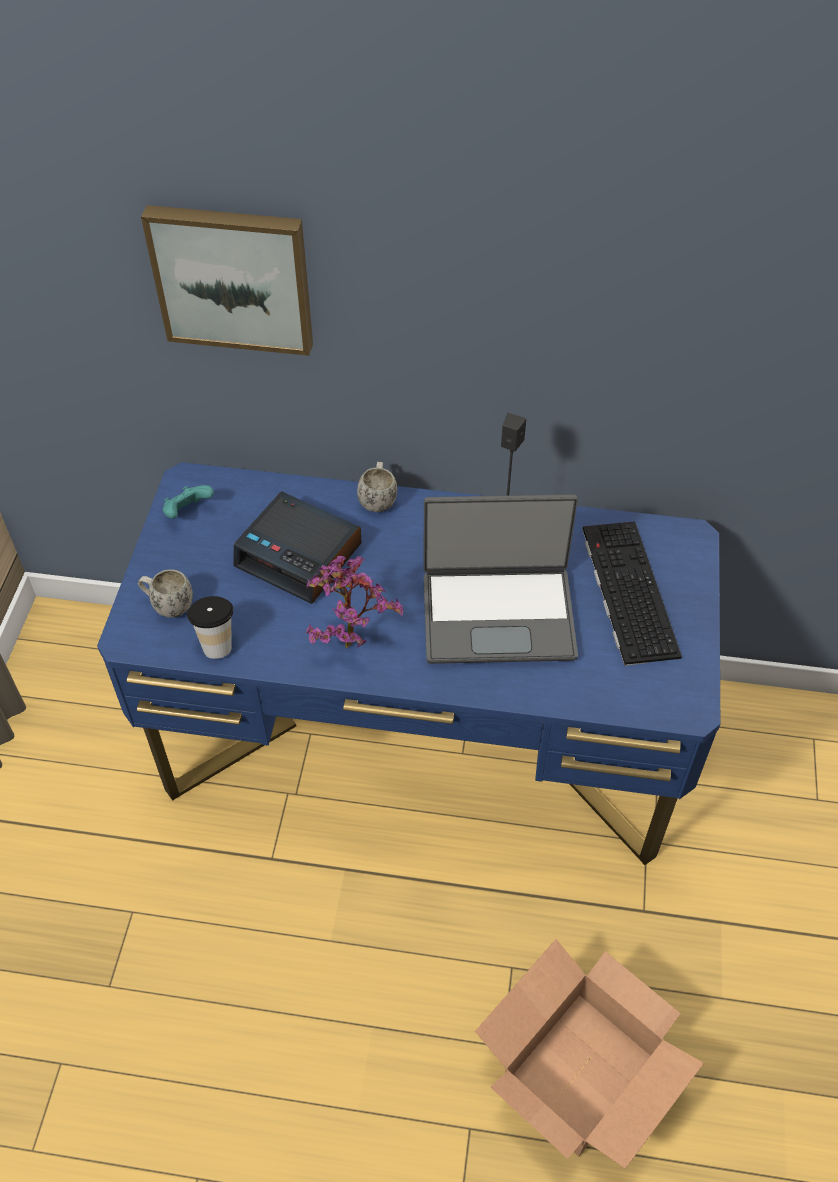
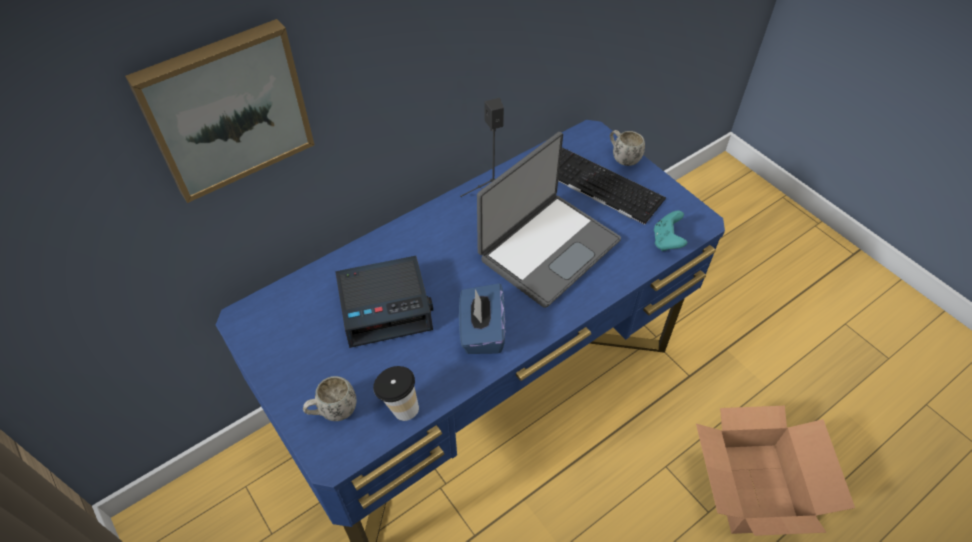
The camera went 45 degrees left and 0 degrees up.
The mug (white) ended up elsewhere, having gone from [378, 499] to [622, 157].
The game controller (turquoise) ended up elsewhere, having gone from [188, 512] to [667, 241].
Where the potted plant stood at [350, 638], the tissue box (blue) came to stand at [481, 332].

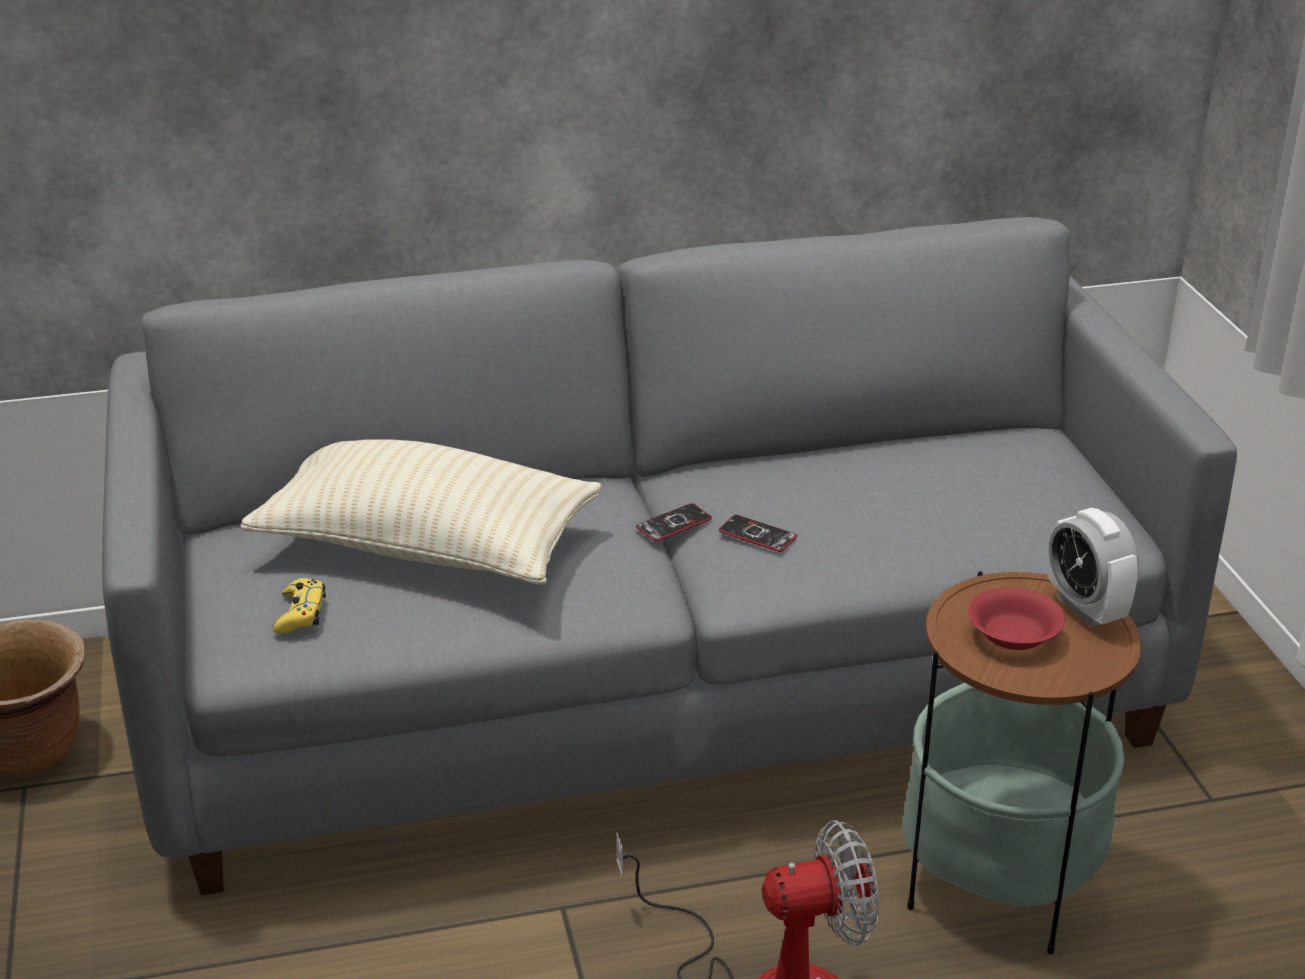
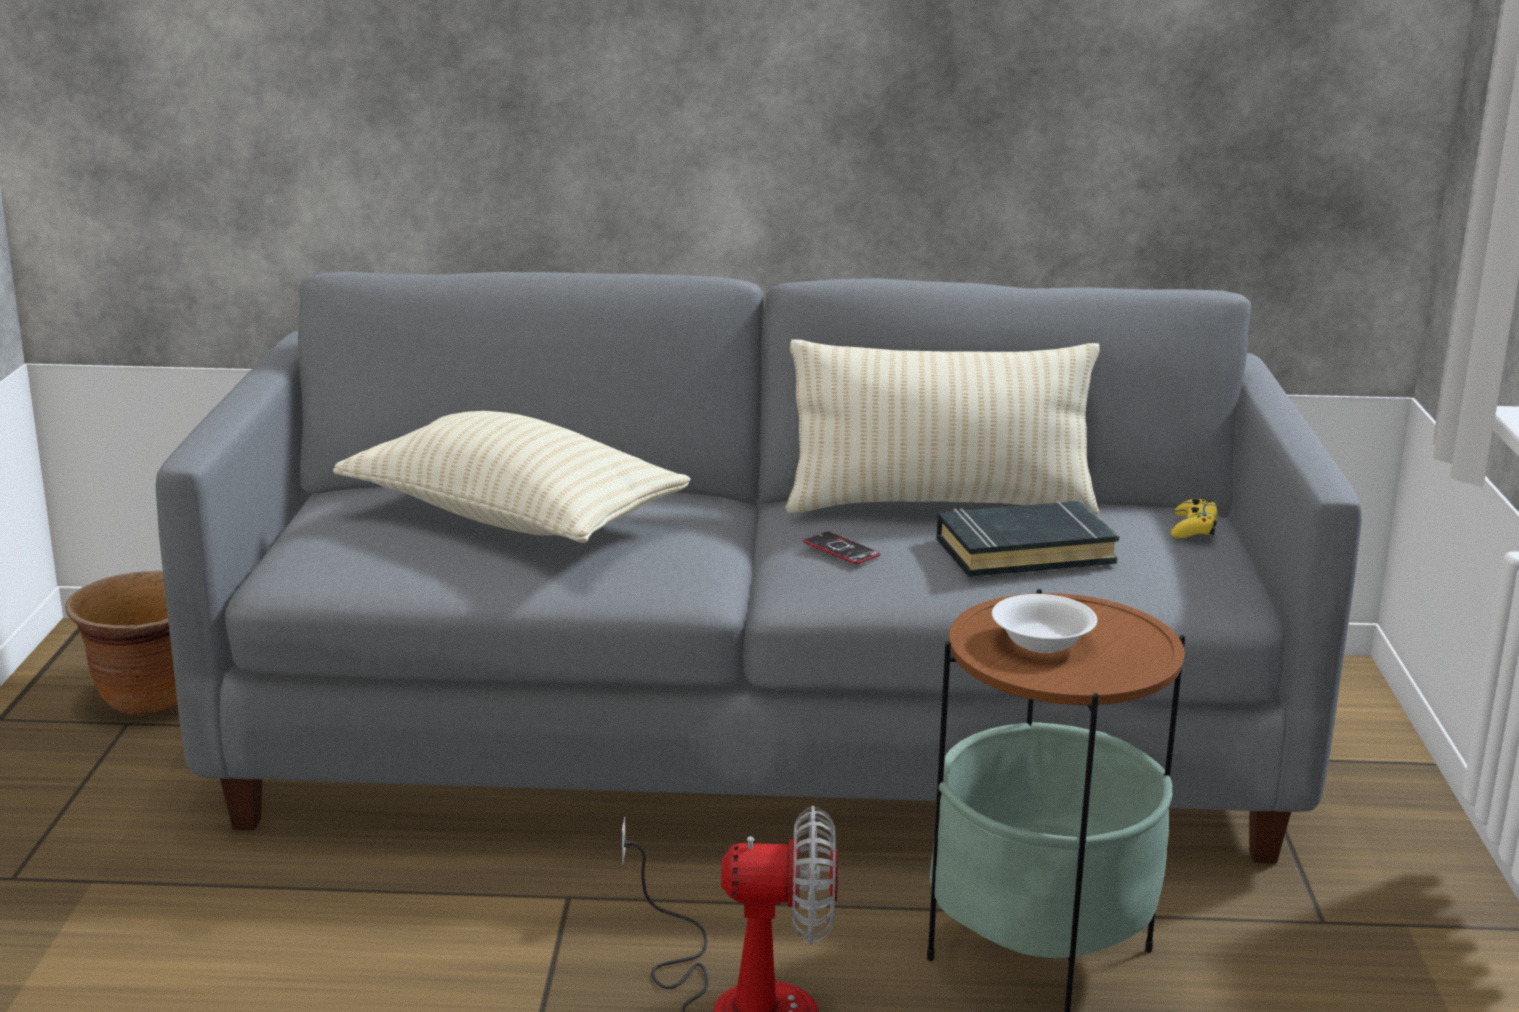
The camera went 15 degrees right and 10 degrees down.
The second view lost the phone at [674, 524].
The second view lost the alarm clock at [1085, 608].
The game controller (yellow) ended up elsewhere, having gone from [300, 614] to [1193, 528].
What was the bowl (red) at [1014, 636] turned into the bowl (white) at [1043, 642].
The second view gained the pillow (beige) at [940, 506].
The second view gained the book (black) at [1024, 551].

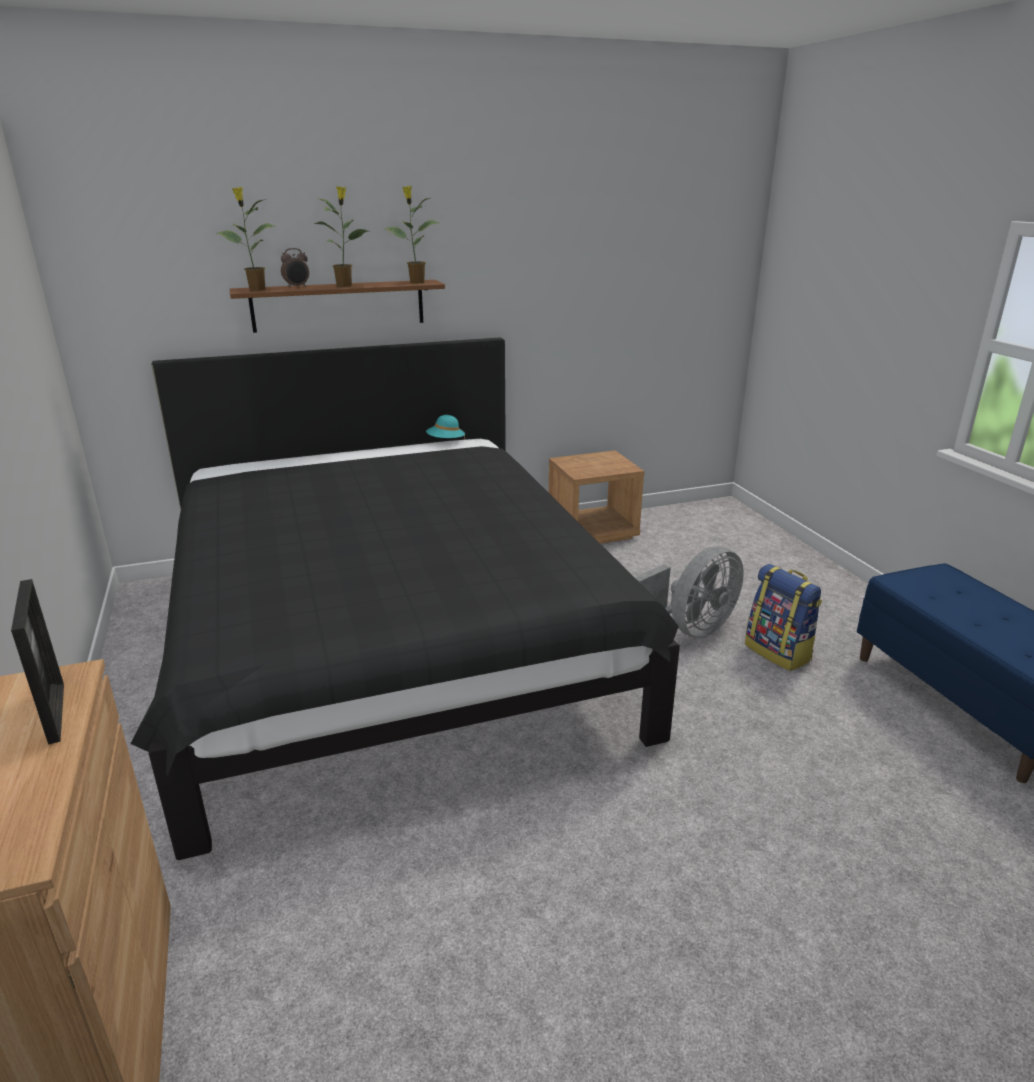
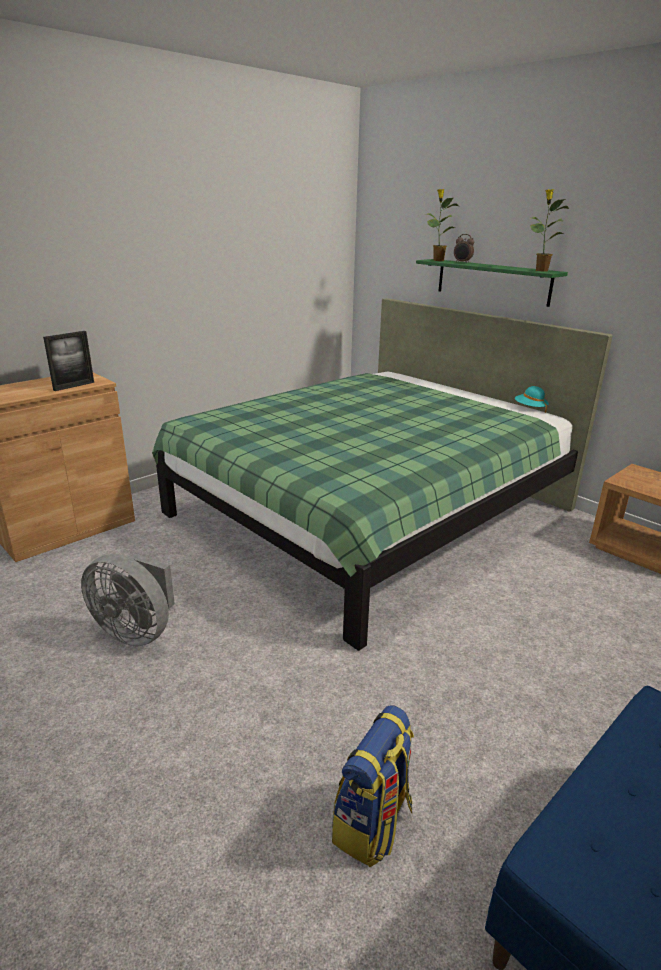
The camera went 65 degrees right and 0 degrees up.
The second view lost the potted plant at [345, 285].
What was the shelf (brown) at [338, 305] turned into the shelf (green) at [492, 281].
What was the bed (black) at [390, 645] turned into the bed (green) at [369, 511].
The fan (grey) ended up elsewhere, having gone from [691, 629] to [136, 631].
The backpack ended up elsewhere, having gone from [778, 652] to [373, 824].

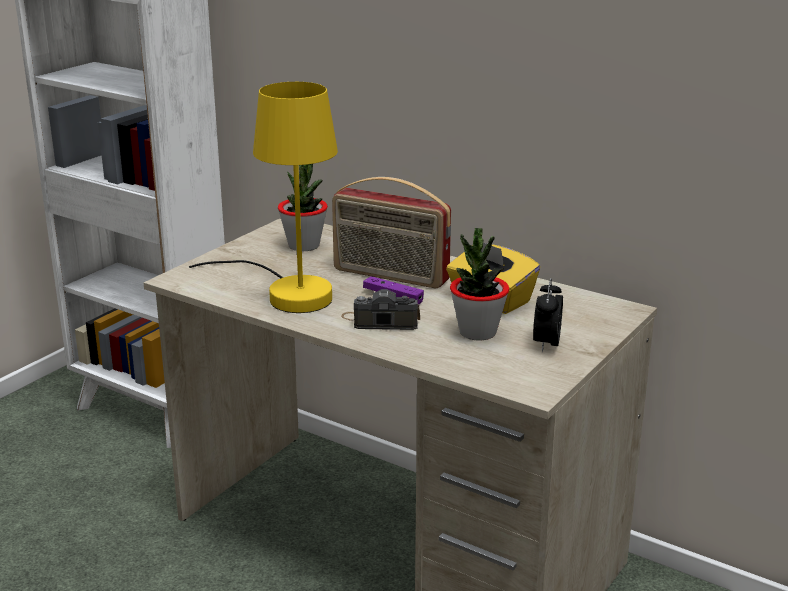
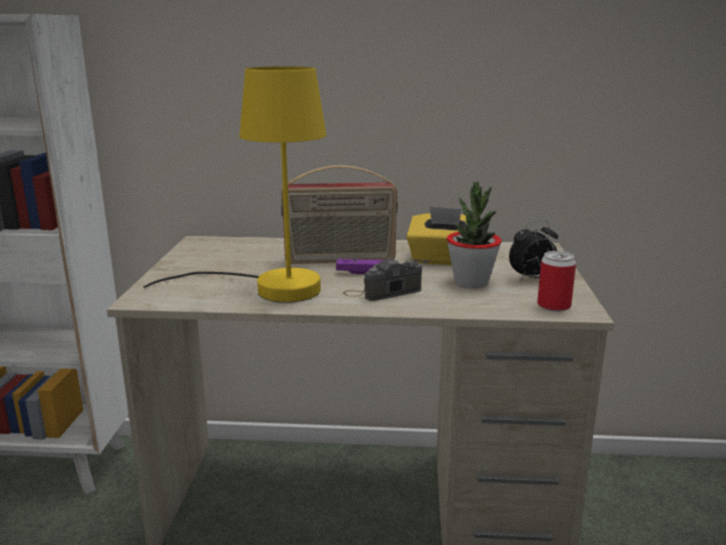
The camera went 30 degrees left and 5 degrees down.
The second view lost the potted plant at [304, 246].
The alarm clock at [546, 344] ended up facing another way, 90 degrees counterclockwise from before.
The second view gained the can at [553, 306].

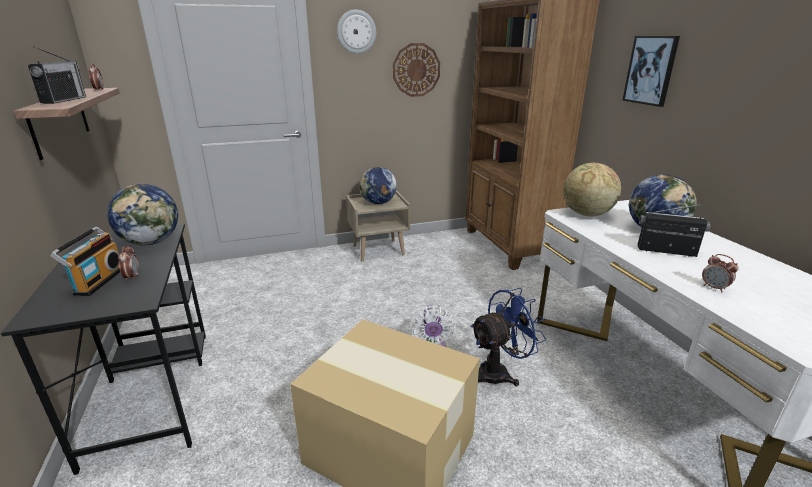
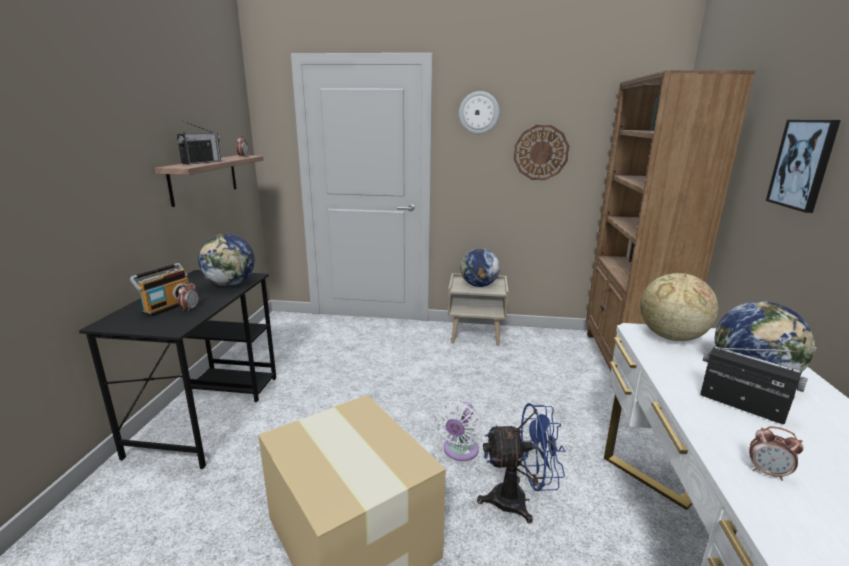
The camera went 25 degrees right and 5 degrees down.
The alarm clock at [714, 288] ended up facing another way, 45 degrees counterclockwise from before.

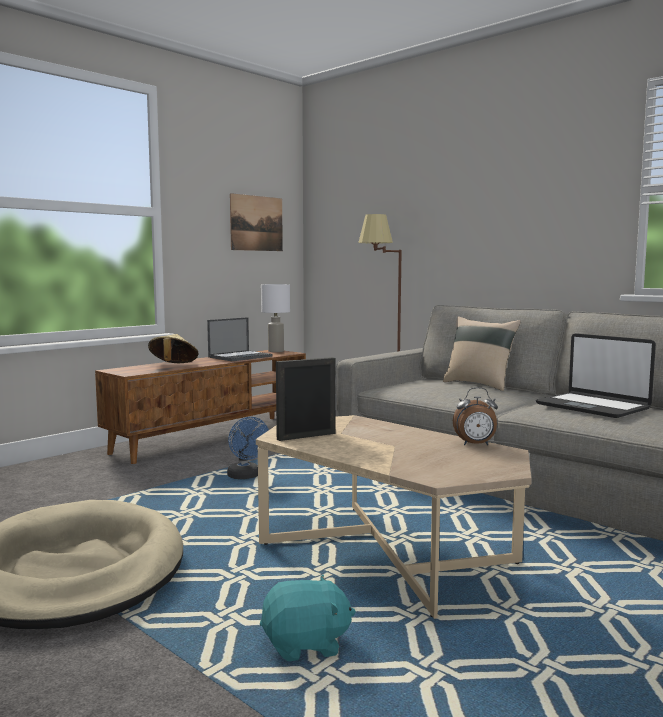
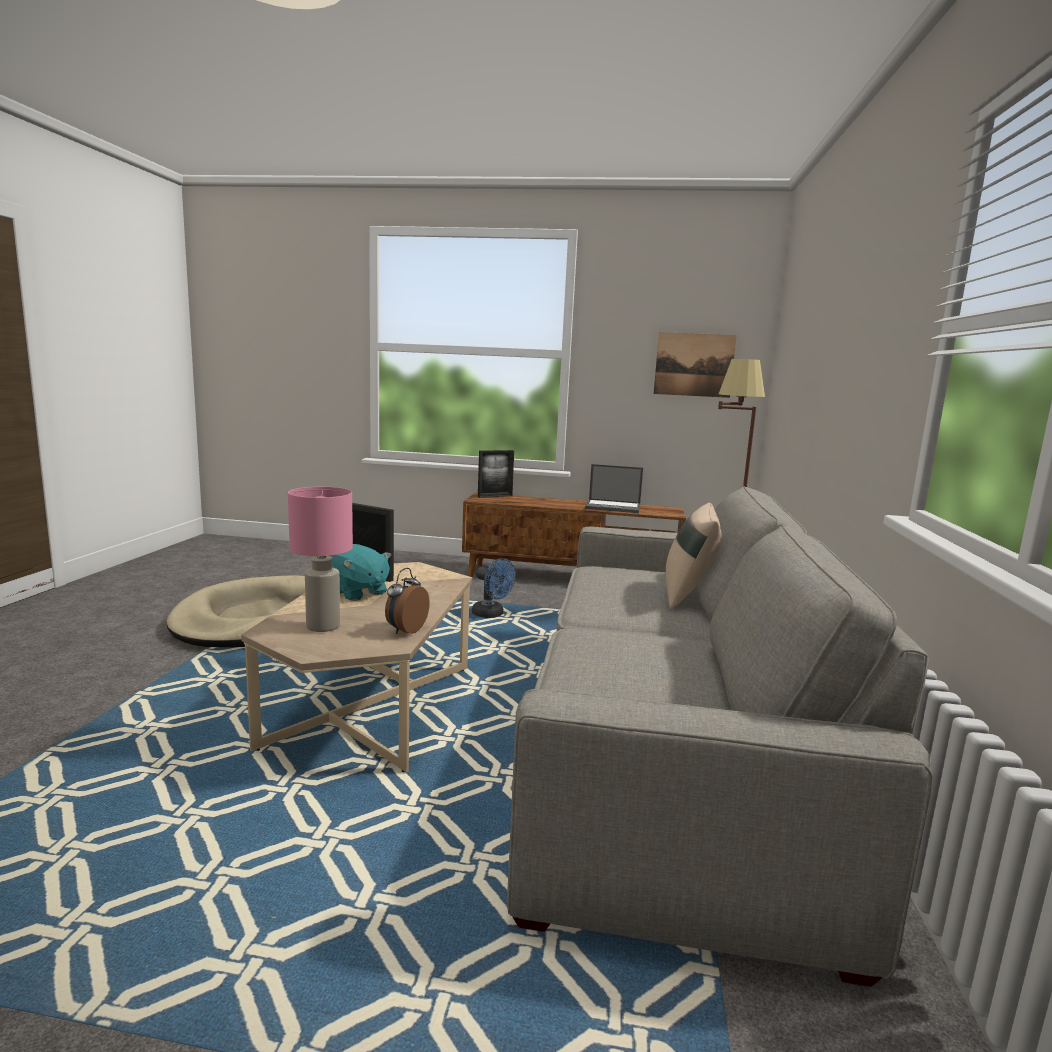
The camera went 55 degrees right and 5 degrees up.
The second view lost the table lamp (white) at [276, 351].
The second view lost the laptop at [593, 406].
The second view lost the hat (beige) at [173, 366].
The alarm clock at [475, 444] ended up facing another way, 60 degrees clockwise from before.
The fan (blue) at [246, 476] ended up facing another way, 75 degrees counterclockwise from before.
The plush toy (turquoise) ended up elsewhere, having gone from [306, 644] to [357, 592].
The second view gained the picture frame at [495, 496].
The second view gained the table lamp (pink) at [324, 626].

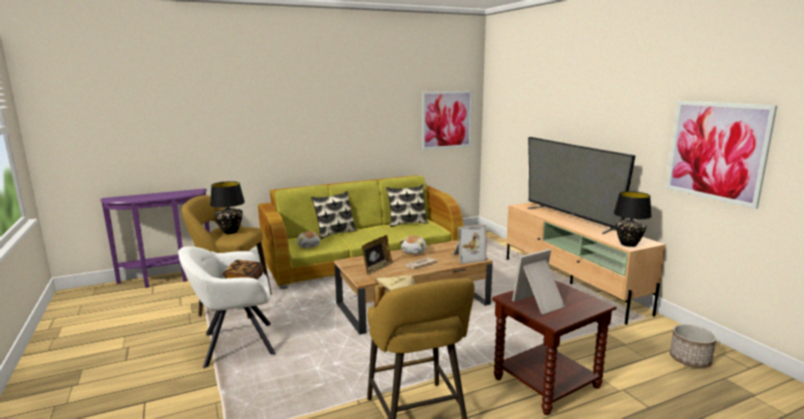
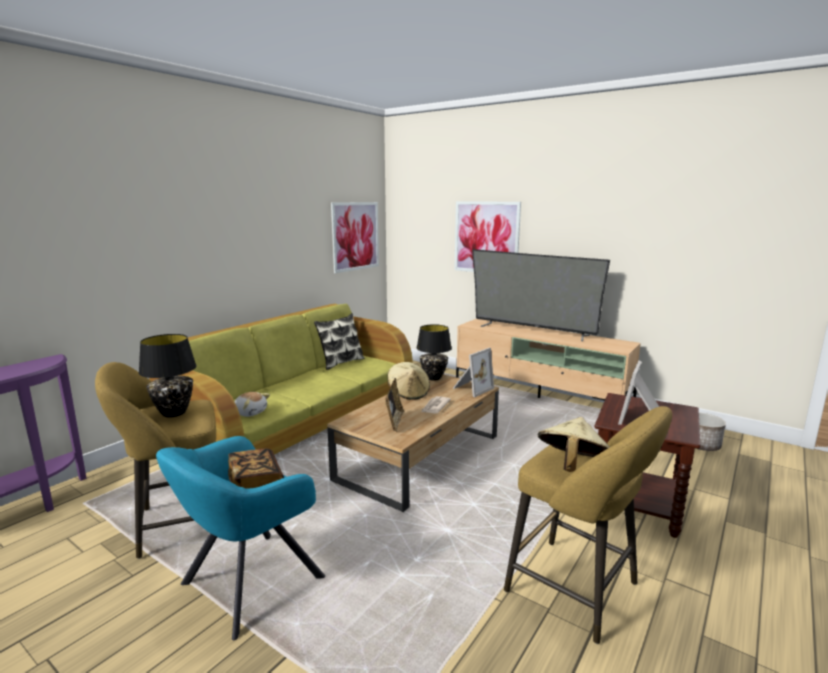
The camera went 30 degrees left and 0 degrees up.
The picture ended up elsewhere, having gone from [716, 151] to [486, 237].
The second view lost the pillow at [335, 233].
The table lamp (black) ended up elsewhere, having gone from [628, 244] to [434, 378].
Where the plush toy stood at [414, 252], the hat (beige) came to stand at [408, 393].
What was the armchair (white) at [235, 345] turned into the armchair (turquoise) at [248, 583].

